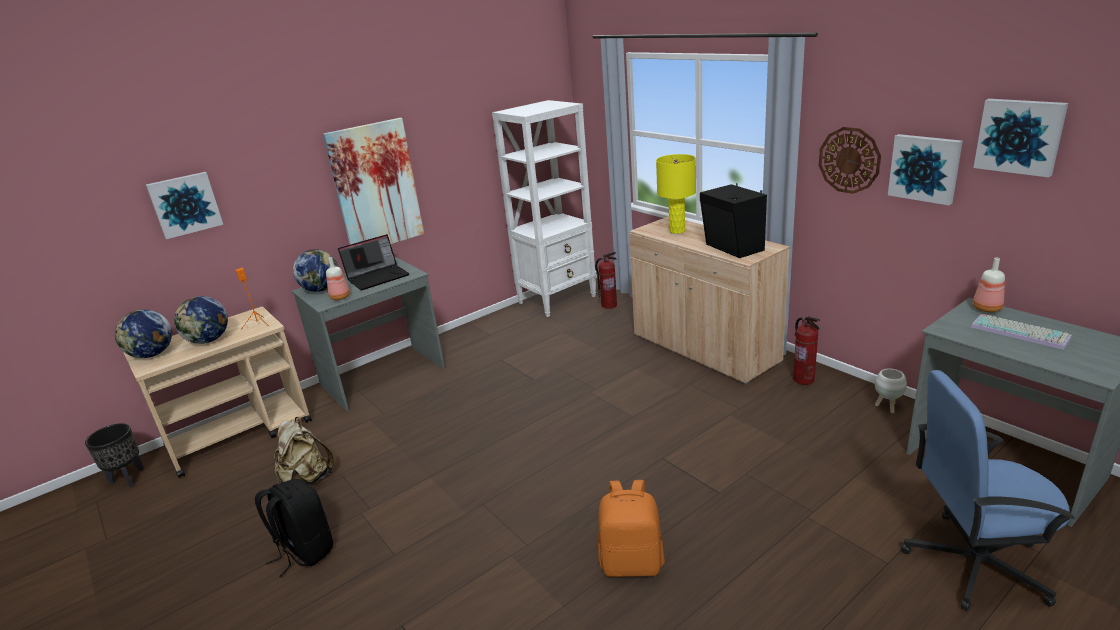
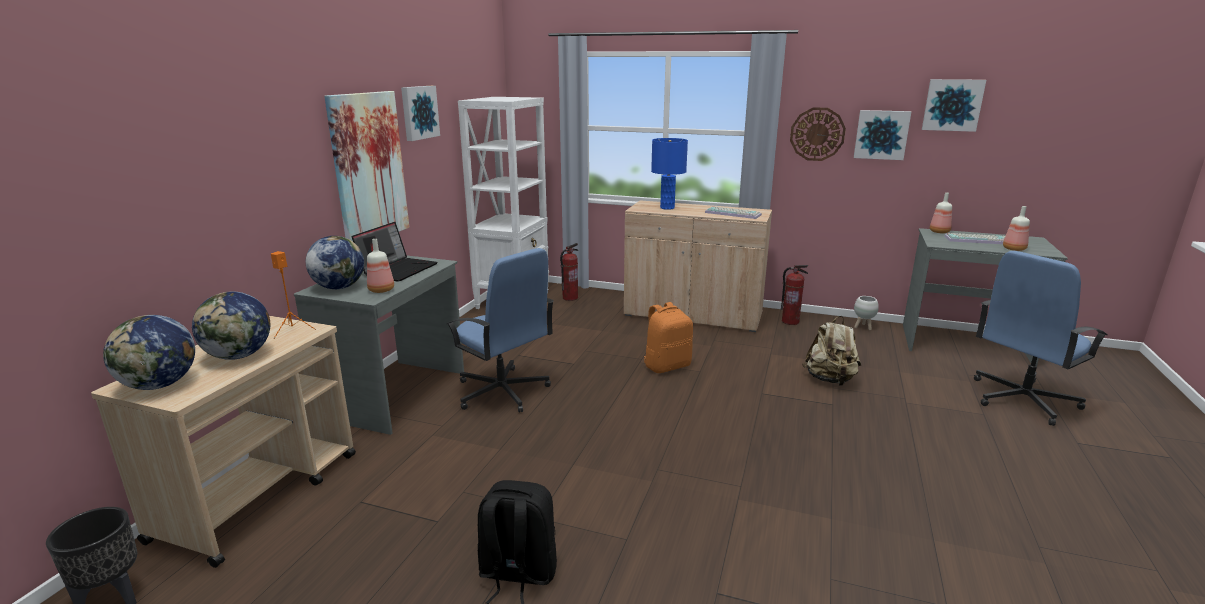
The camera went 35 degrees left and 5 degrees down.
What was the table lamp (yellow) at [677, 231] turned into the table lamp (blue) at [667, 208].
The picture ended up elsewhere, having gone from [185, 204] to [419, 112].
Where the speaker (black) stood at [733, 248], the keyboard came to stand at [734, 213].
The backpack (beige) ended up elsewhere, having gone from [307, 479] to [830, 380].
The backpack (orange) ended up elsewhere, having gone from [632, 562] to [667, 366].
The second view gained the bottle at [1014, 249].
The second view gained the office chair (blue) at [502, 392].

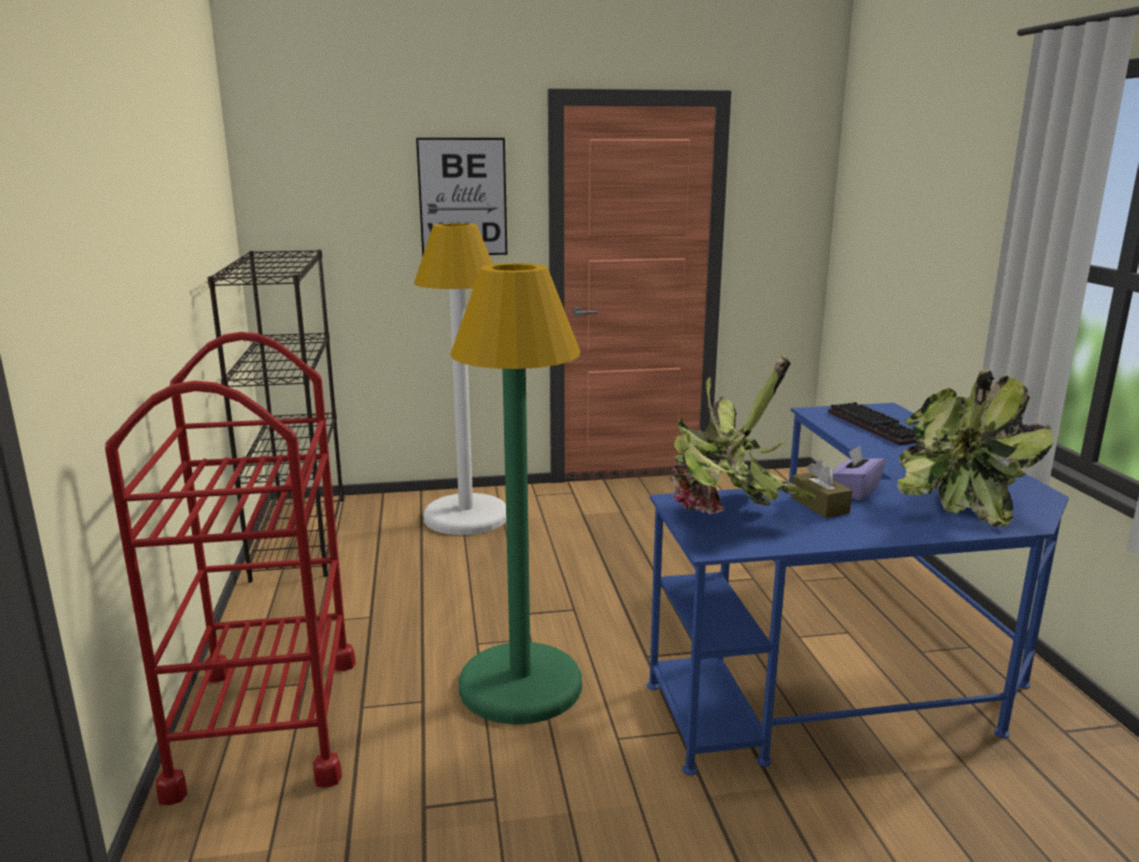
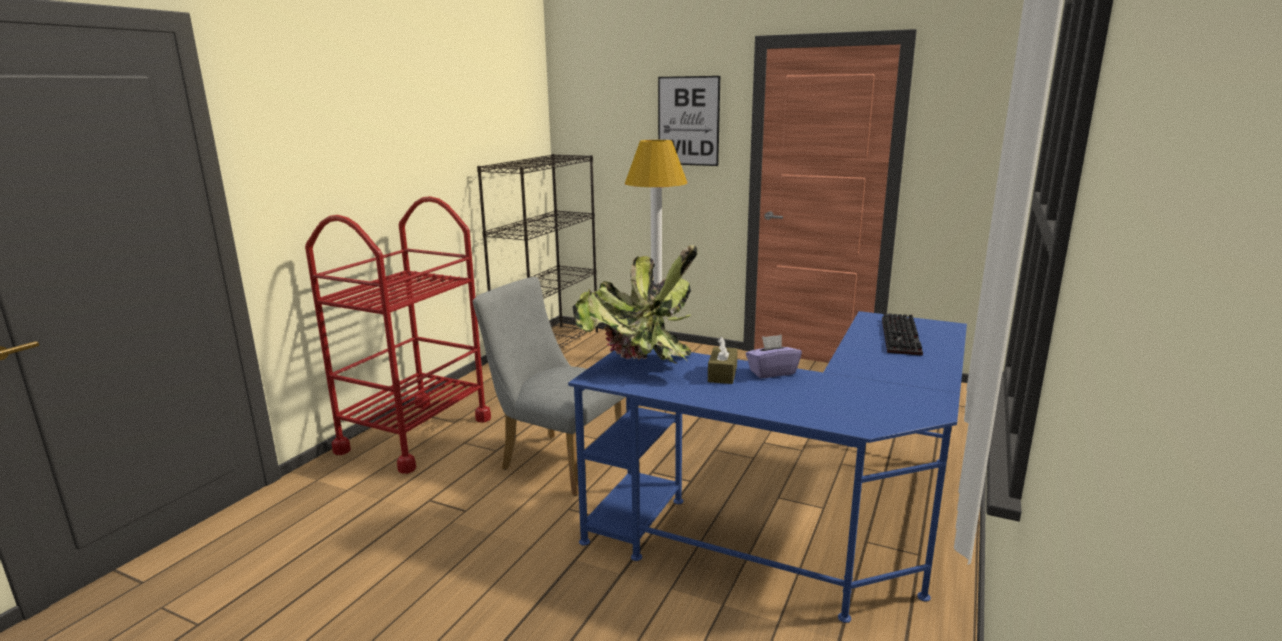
The camera went 35 degrees right and 0 degrees up.
Where the floor lamp (green) stood at [520, 685], the chair (grey) came to stand at [556, 460].
The second view lost the potted plant at [952, 502].

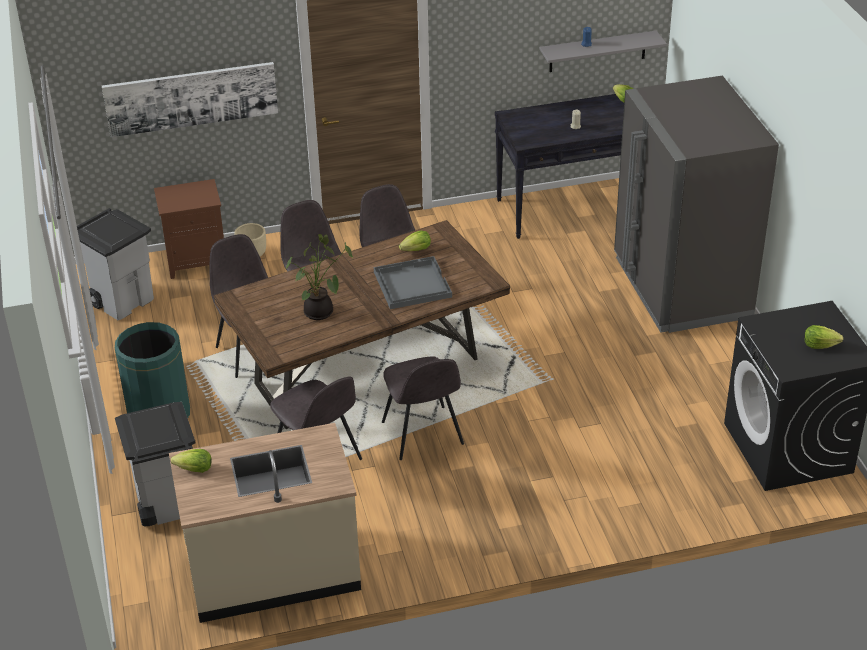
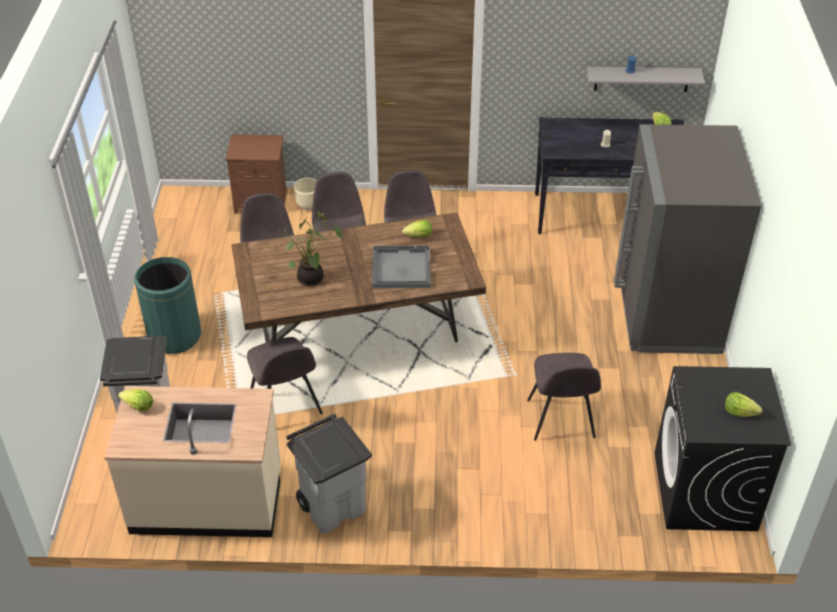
The camera went 15 degrees right and 5 degrees up.
The second view lost the picture at [191, 98].
The trash can (grey) ended up elsewhere, having gone from [122, 301] to [333, 506].
The chair (grey) ended up elsewhere, having gone from [423, 435] to [560, 420].

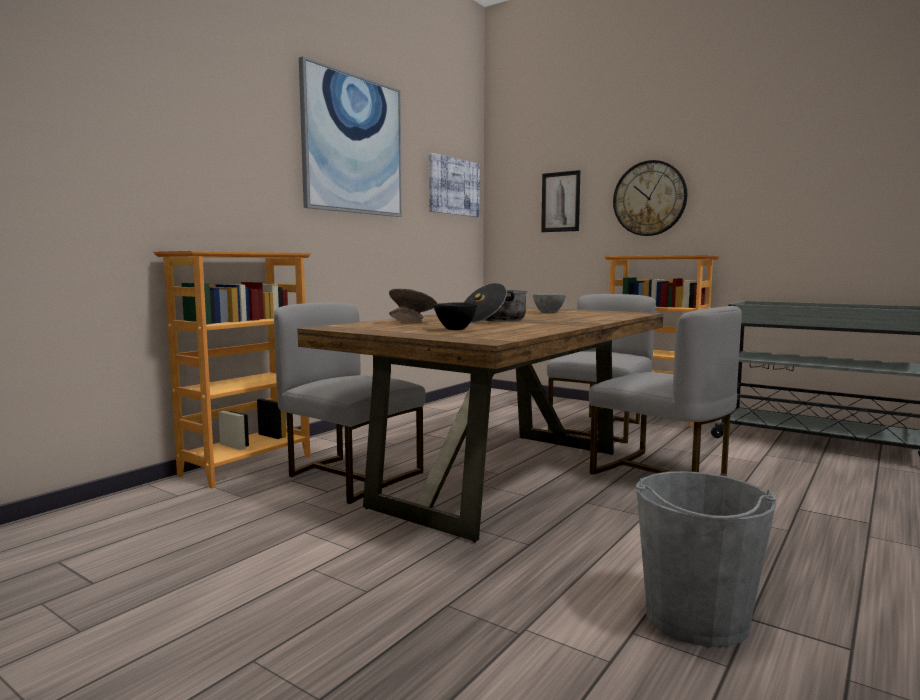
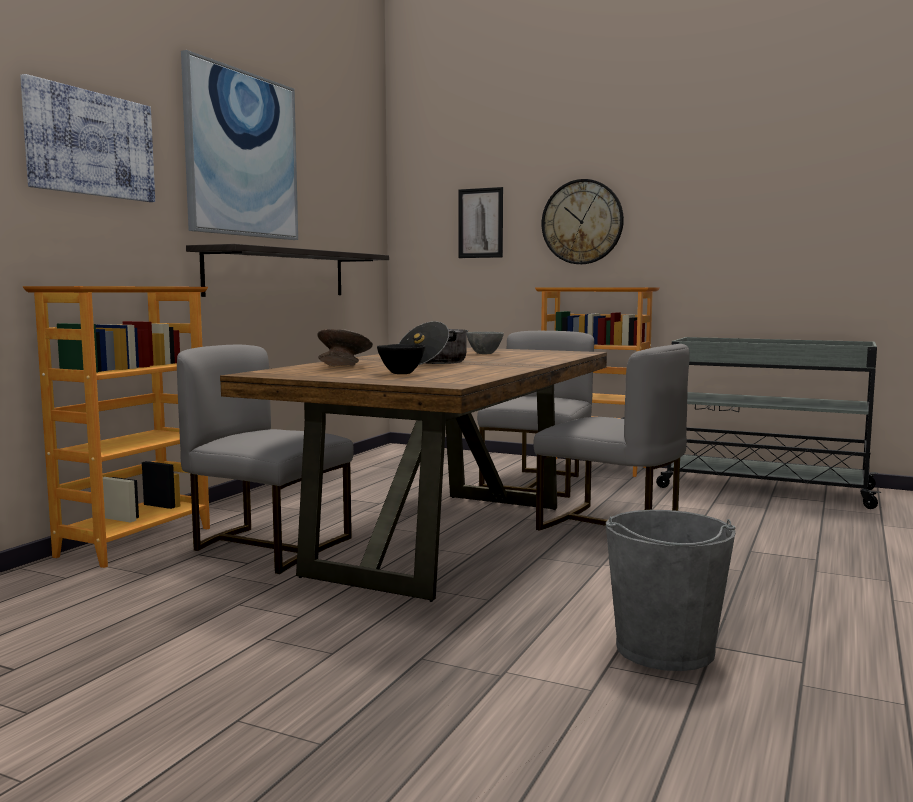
The camera went 10 degrees left and 0 degrees up.
The picture ended up elsewhere, having gone from [453, 186] to [90, 144].
The second view gained the shelf at [278, 273].

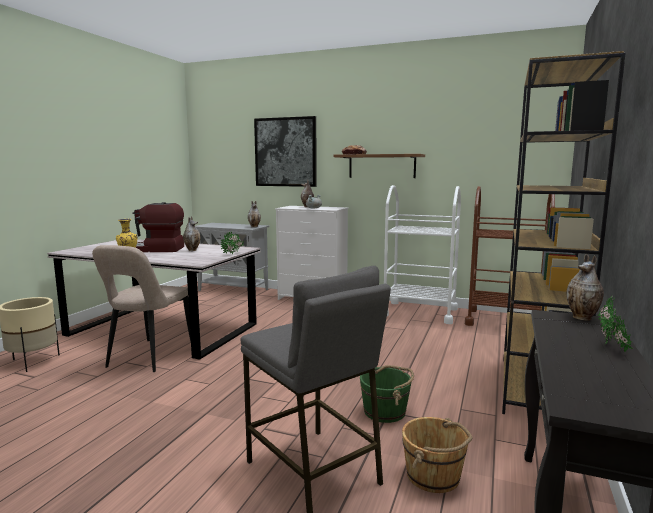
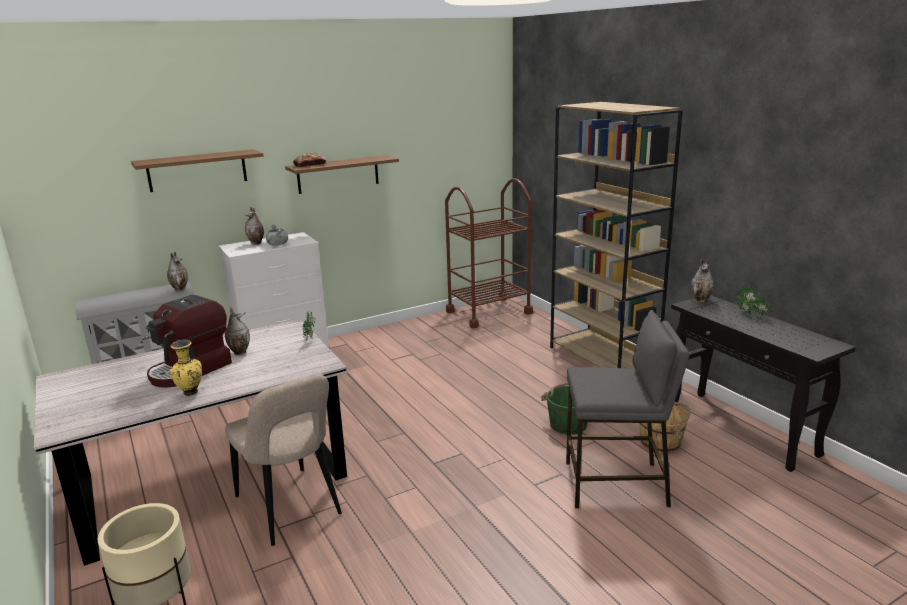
The camera went 50 degrees left and 10 degrees up.
Where the picture hung at [285, 152], the shelf (brown) came to hang at [197, 170].
The second view lost the cart (white) at [419, 312].

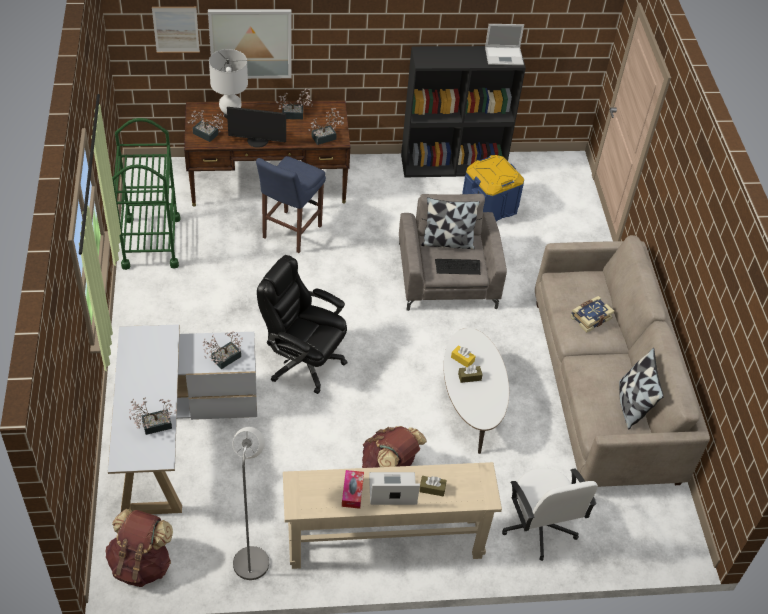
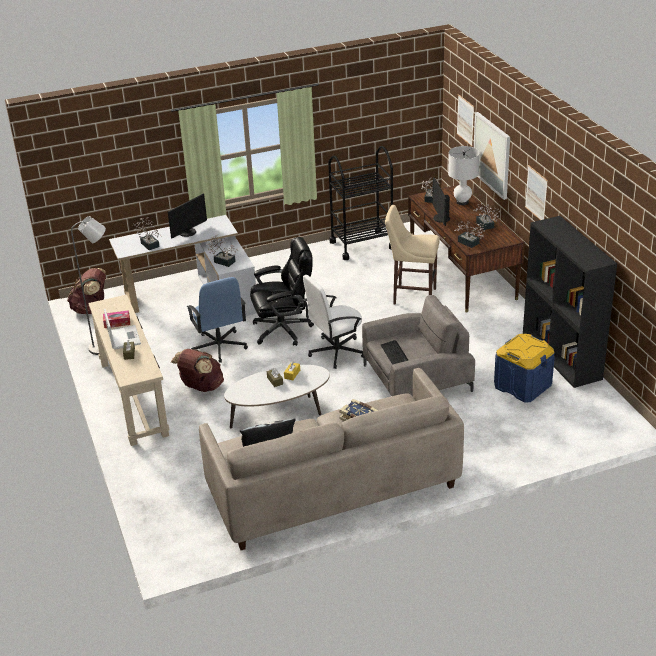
The camera went 80 degrees right and 15 degrees down.
The second view lost the laptop at [504, 56].
What was the cart (green) at [151, 242] turned into the cart (black) at [362, 245].
What was the stool (blue) at [290, 233] turned into the stool (beige) at [412, 296].
The second view lost the pillow at [447, 242].
The office chair (black) at [303, 361] ended up facing another way, 60 degrees clockwise from before.
The office chair (white) ended up elsewhere, having gone from [539, 527] to [336, 352].
The second view gained the picture at [536, 193].
The second view gained the monitor at [188, 232].
The second view gained the office chair (blue) at [219, 347].

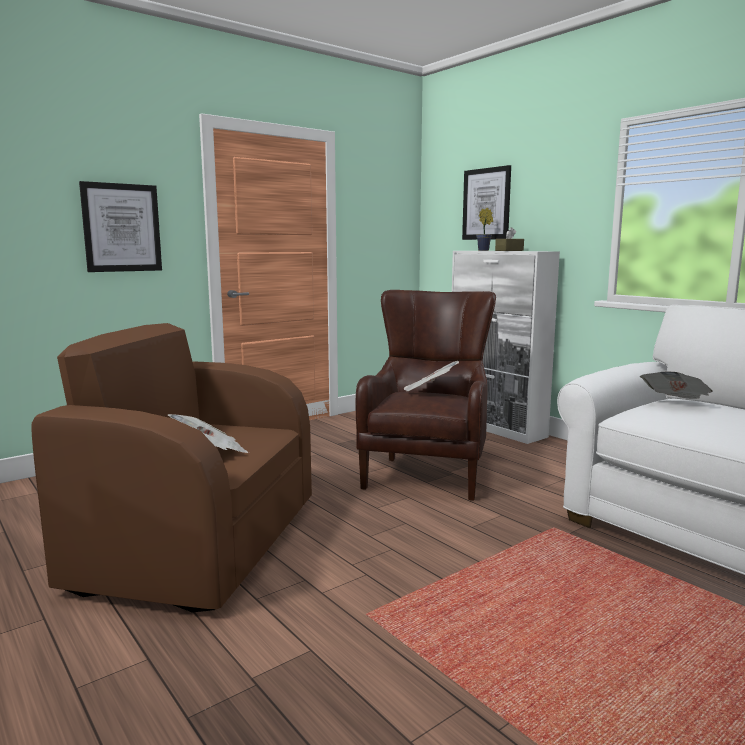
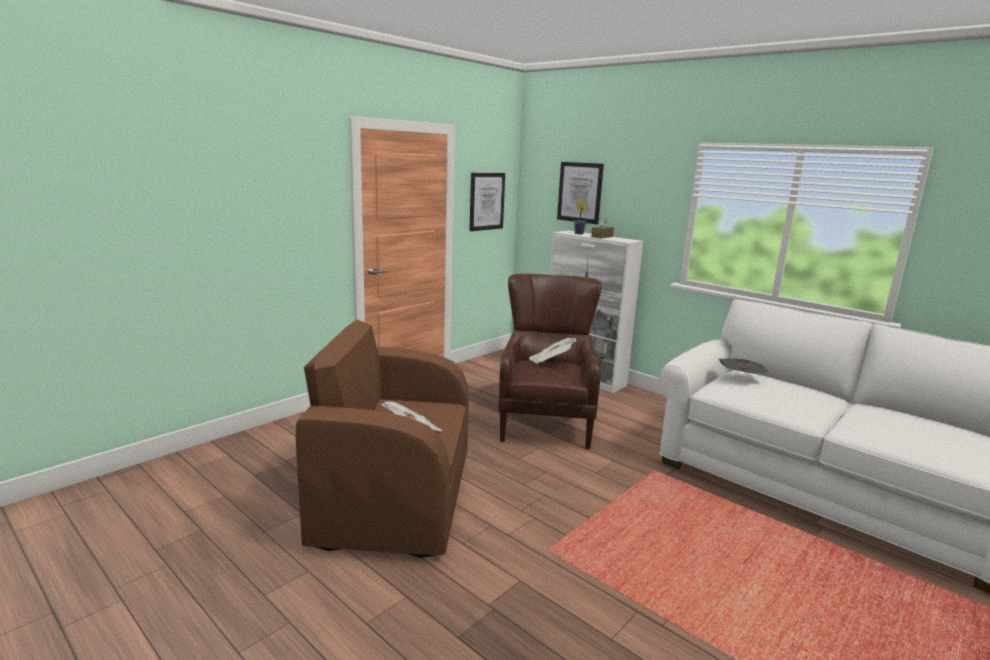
The camera went 10 degrees left and 5 degrees up.
The picture ended up elsewhere, having gone from [122, 228] to [486, 201].

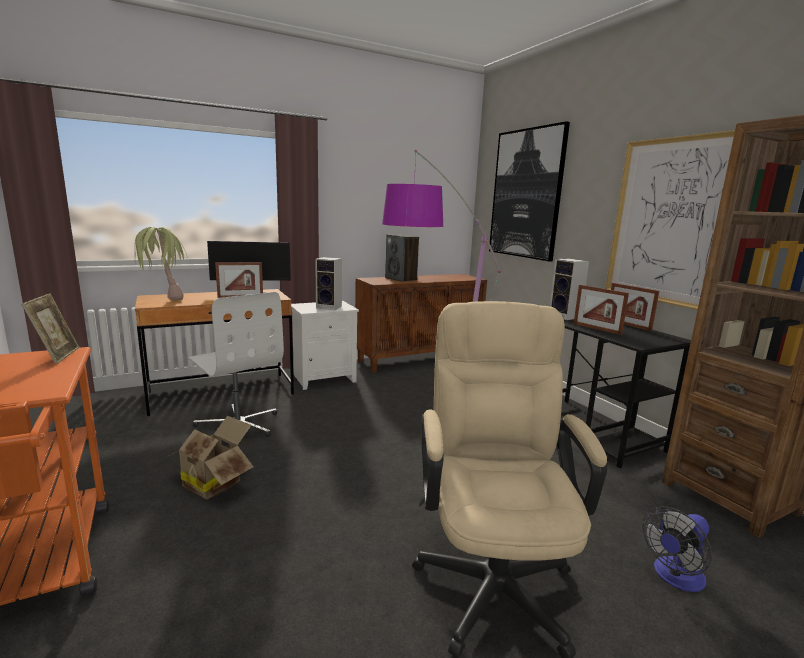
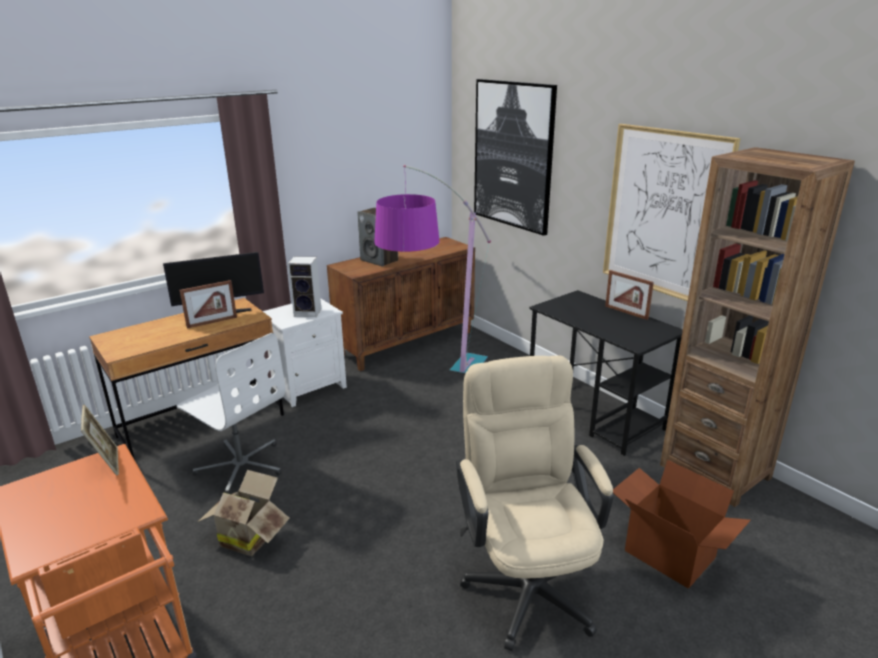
The camera went 10 degrees left and 10 degrees up.
The second view lost the potted plant at [163, 298].
The second view lost the speaker at [565, 316].
The second view lost the picture frame at [596, 329].
Where the fan stood at [674, 577], the cardboard box came to stand at [668, 555].

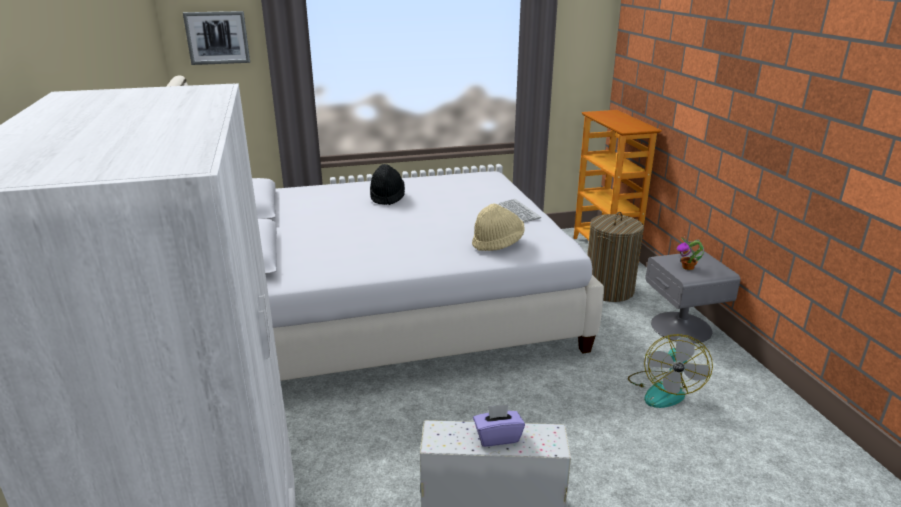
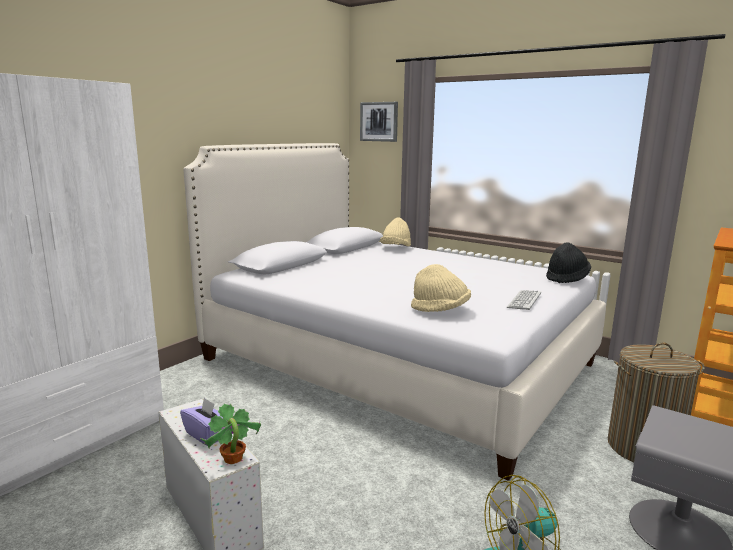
The camera went 50 degrees right and 10 degrees down.
The hat (black) ended up elsewhere, having gone from [387, 197] to [567, 278].
The potted plant ended up elsewhere, having gone from [688, 267] to [232, 459].
The second view gained the hat (beige) at [396, 248].

